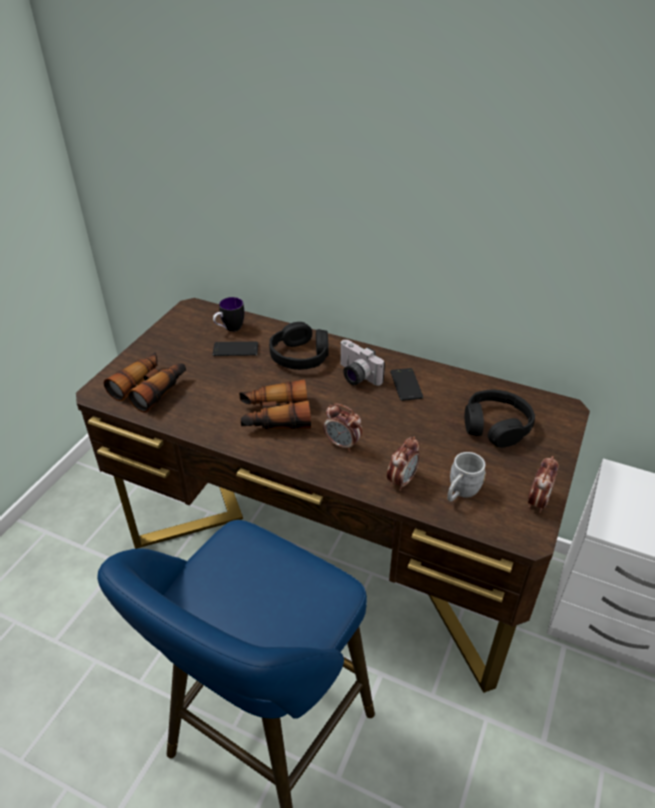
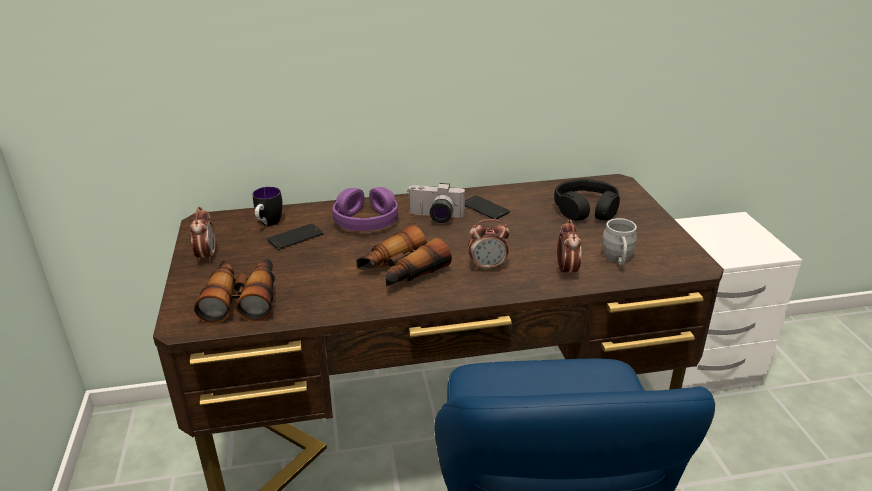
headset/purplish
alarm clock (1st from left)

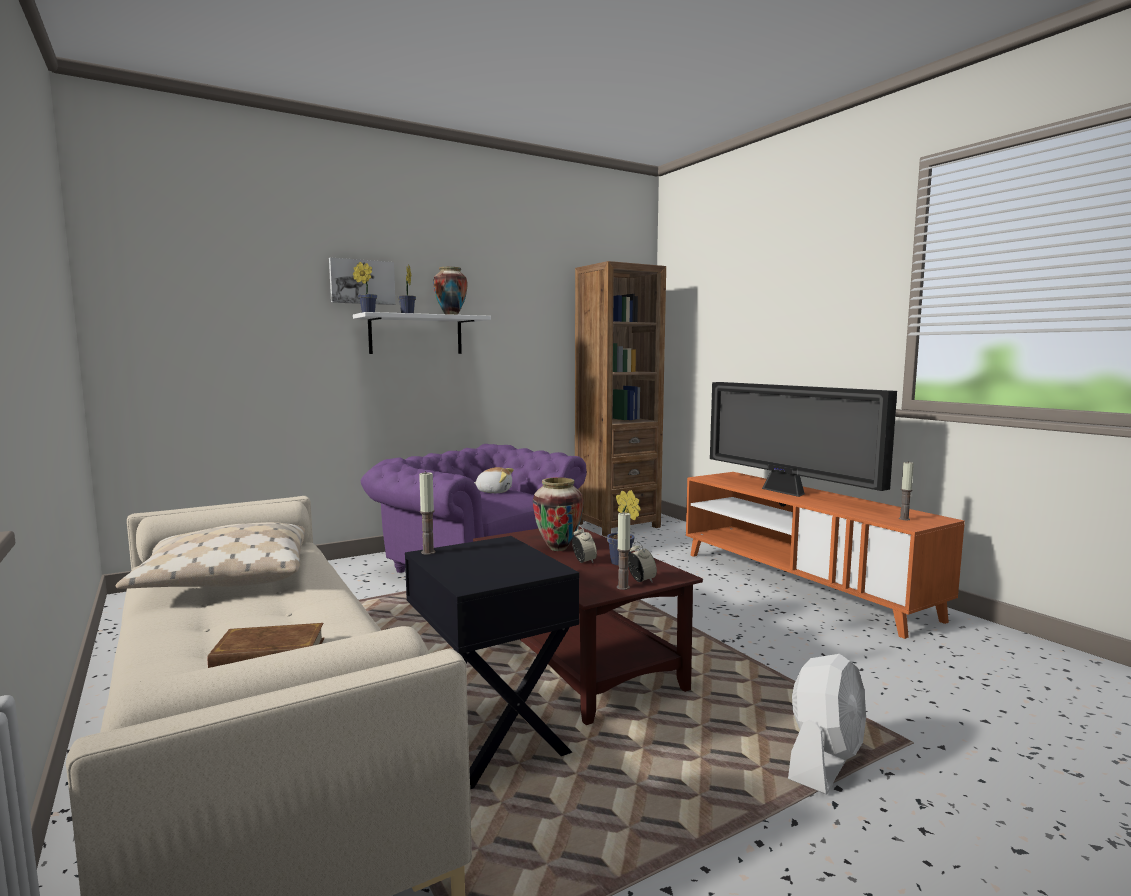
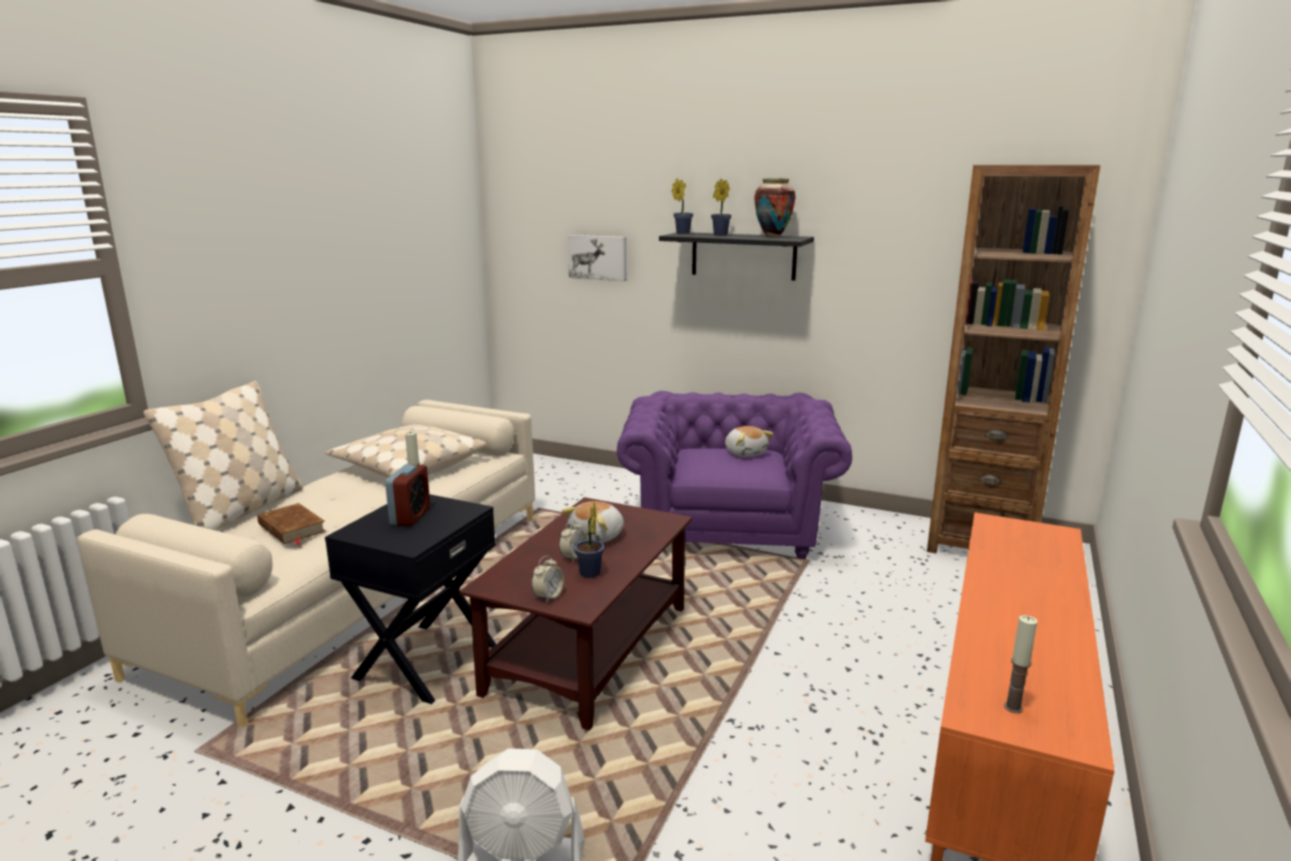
picture
shelf/black-coloured
television
plush toy (1st from left)
wax light (2nd from left in the first image)
cushion/beige (1st from left)
alarm clock (1st from left)

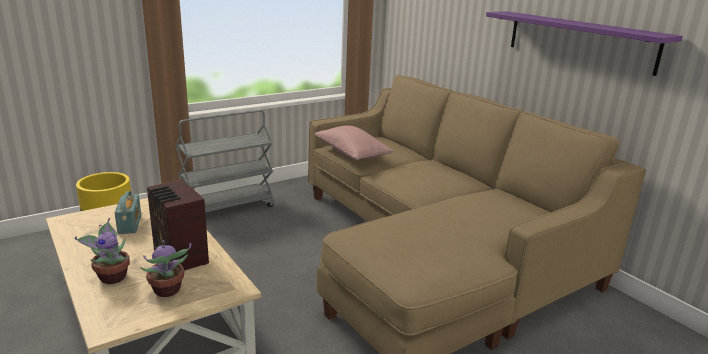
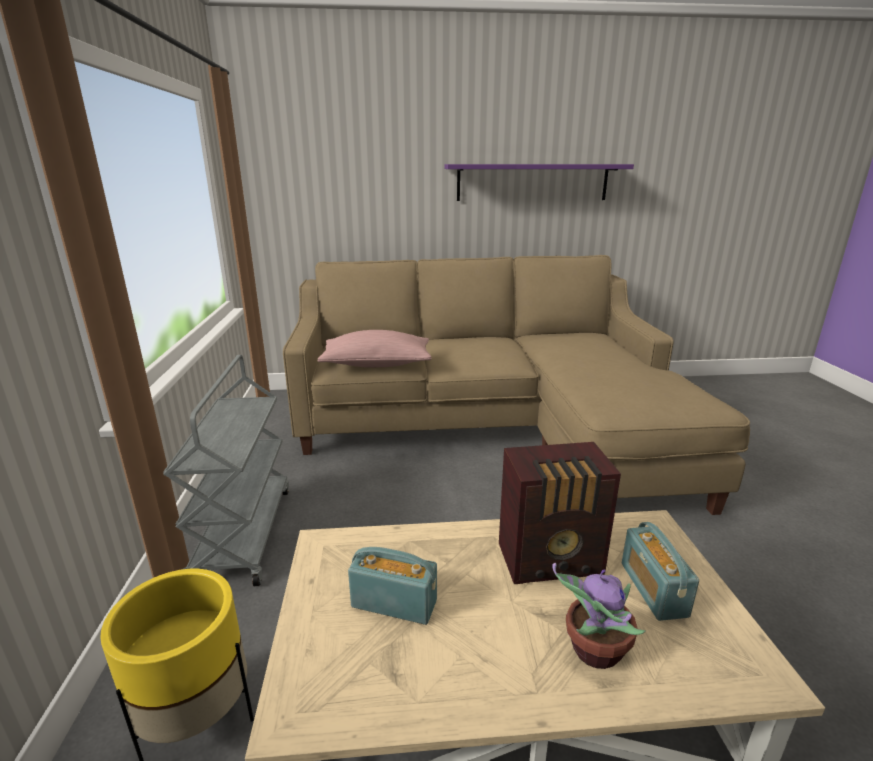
radio receiver (3rd from left)

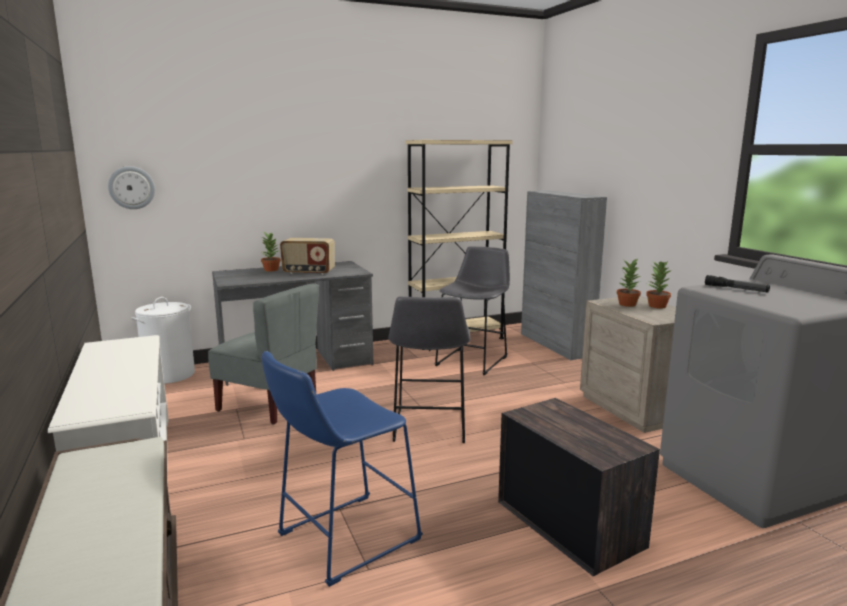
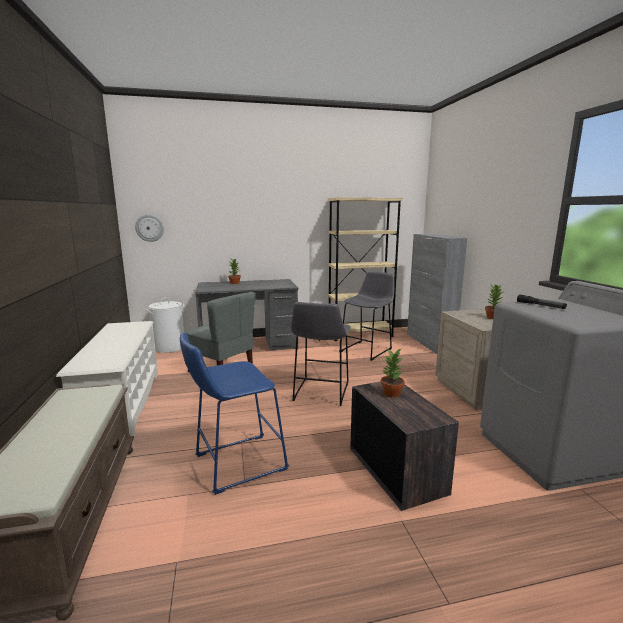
radio receiver
potted plant (2nd from left)

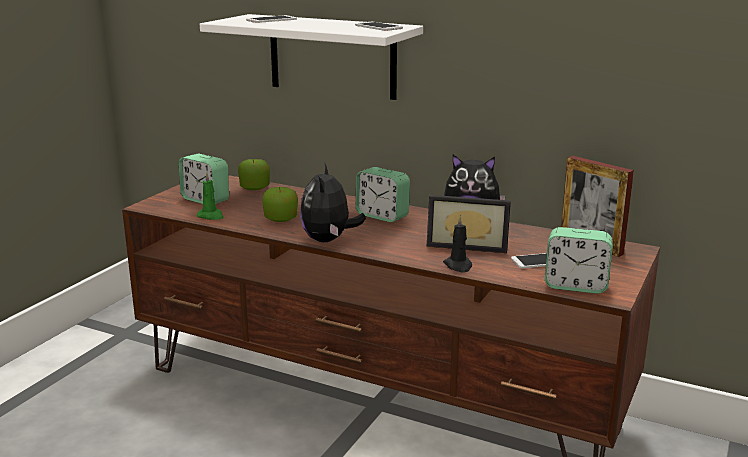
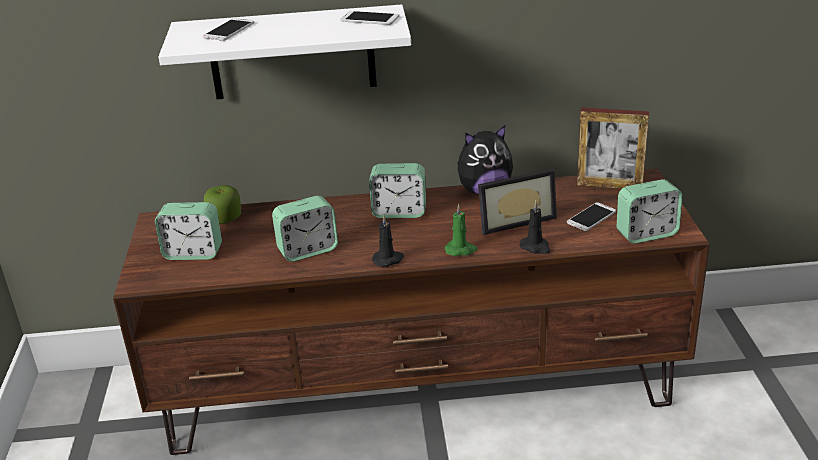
wax light/black-coloured (1st from left)
wax light/green-coloured
alarm clock (2nd from left)

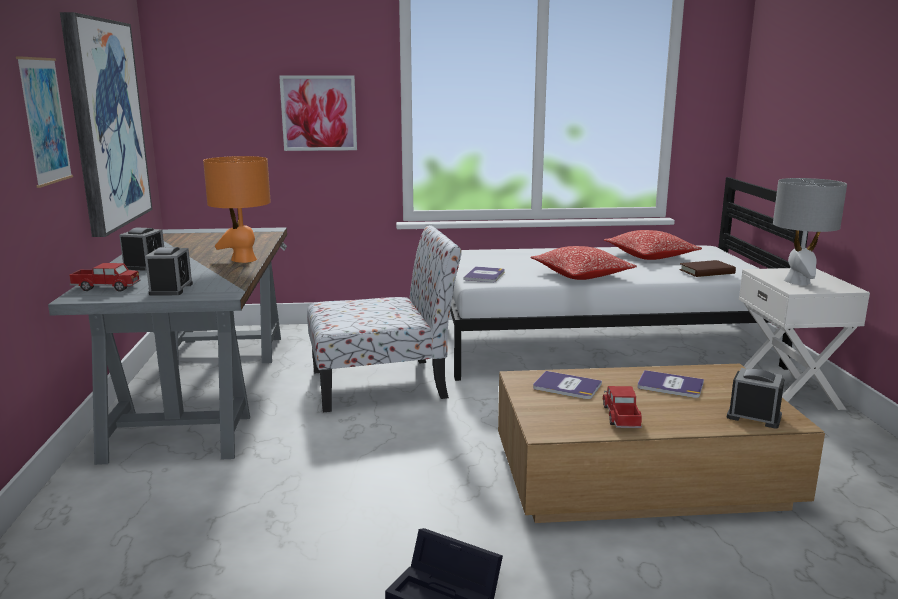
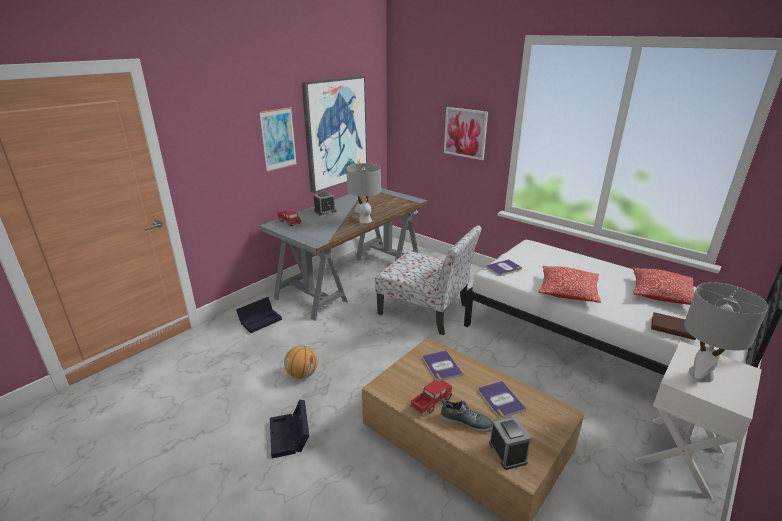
tabletop lamp/grey (1st from left)
alarm clock (2nd from left in the first image)
storage bin/black-coloured (1st from left)
basketball ball
item of footwear

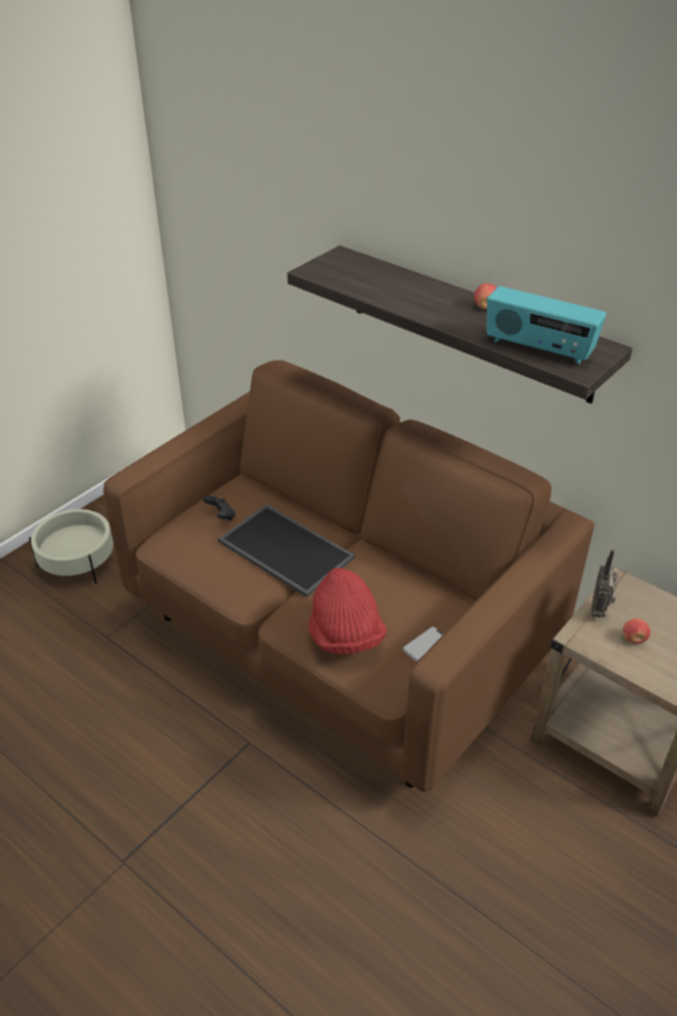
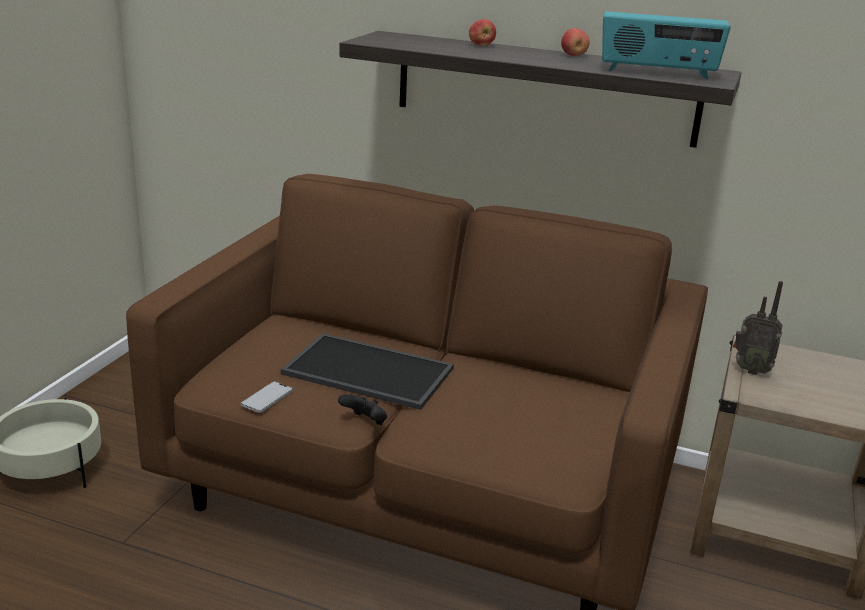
joypad/black-coloured
radio receiver (2nd from left)
hat/red-coloured
apple (1st from left)
phone

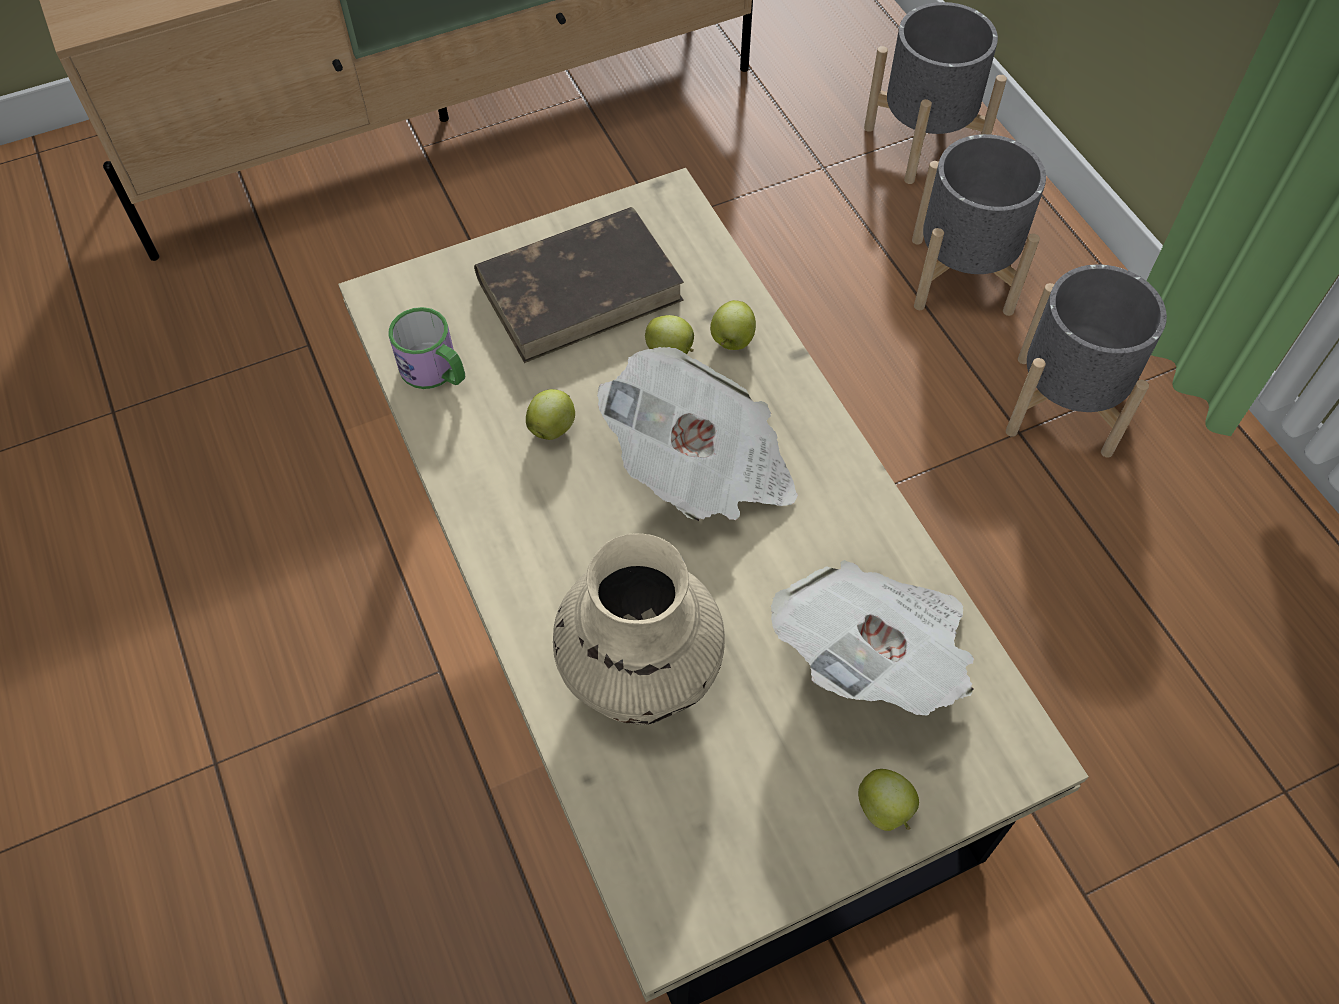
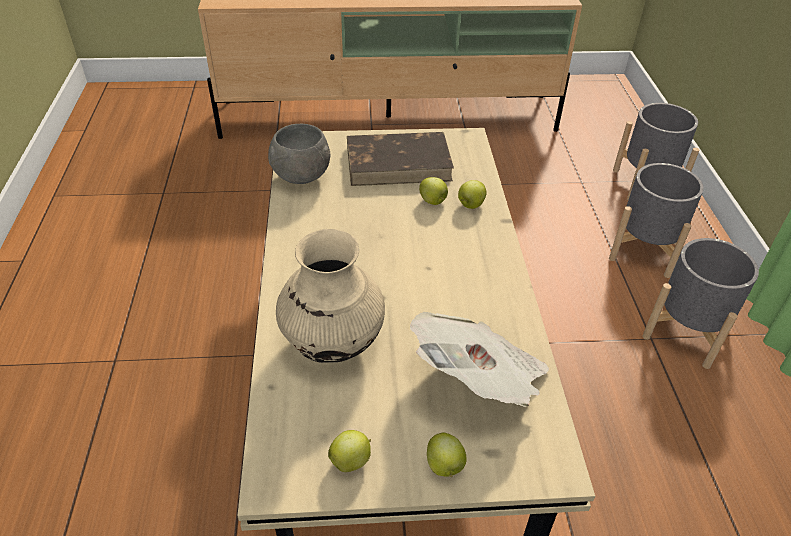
bowl/grey
daily paper (1st from left in the first image)
apple (1st from left)

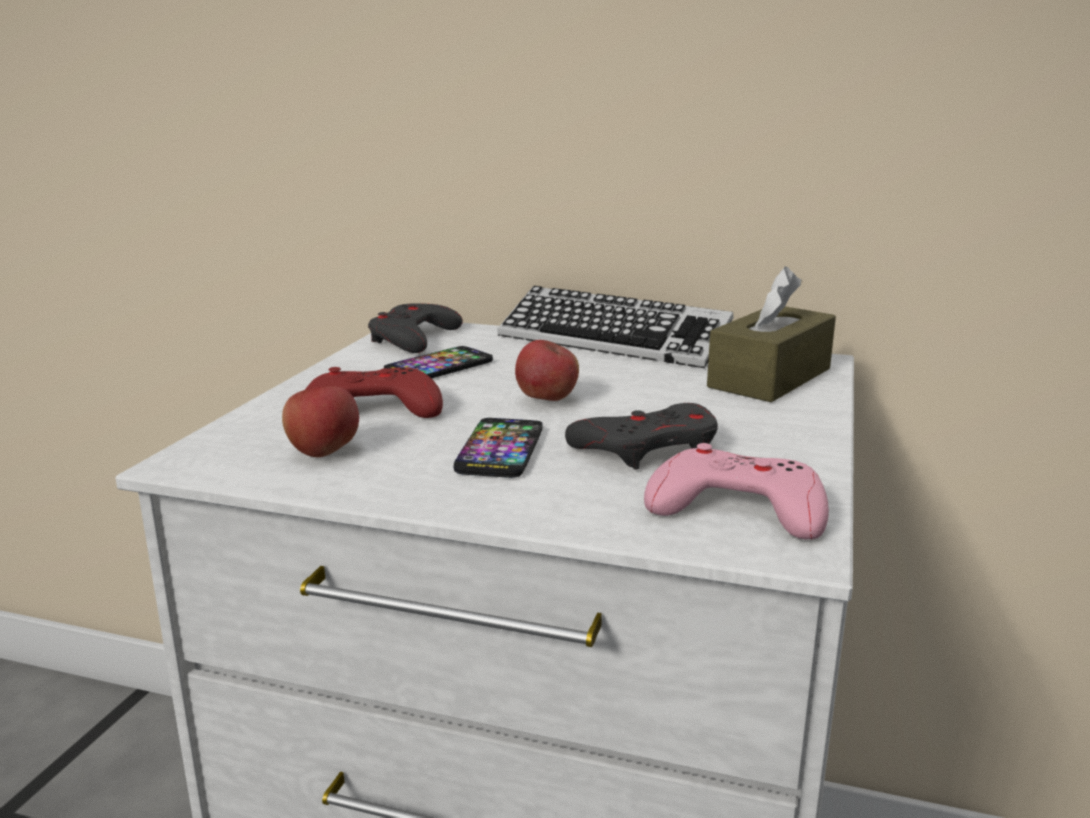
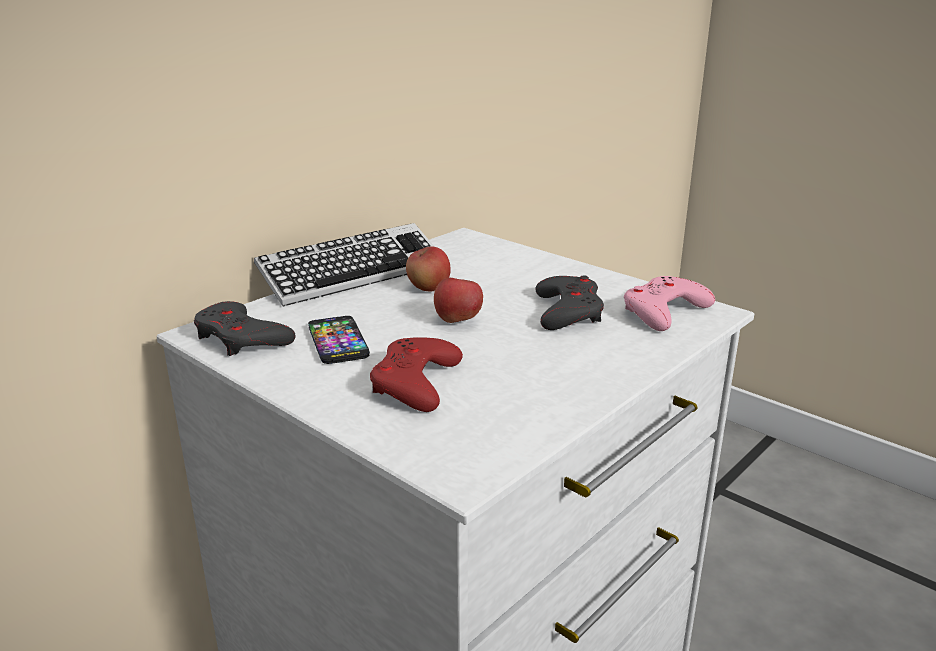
box of tissues/brown-coloured
apple (1st from left)
phone (2nd from left in the first image)

